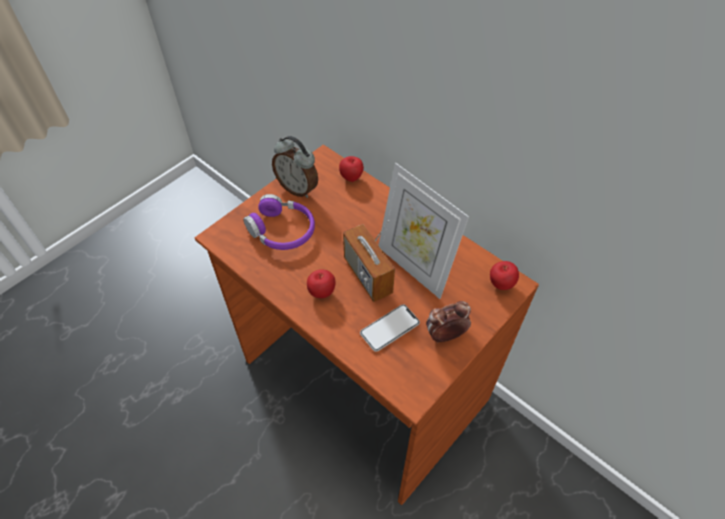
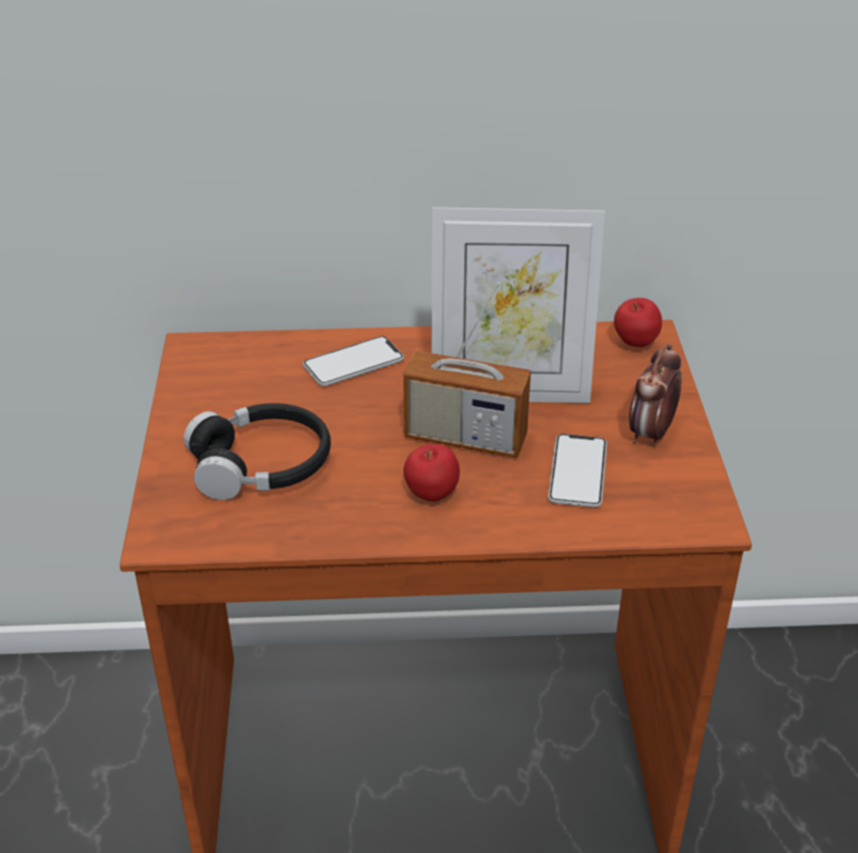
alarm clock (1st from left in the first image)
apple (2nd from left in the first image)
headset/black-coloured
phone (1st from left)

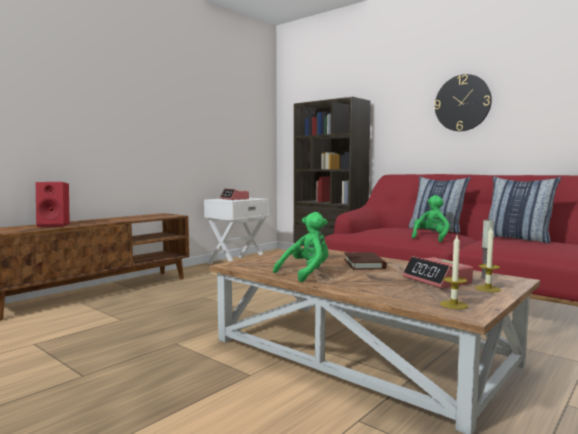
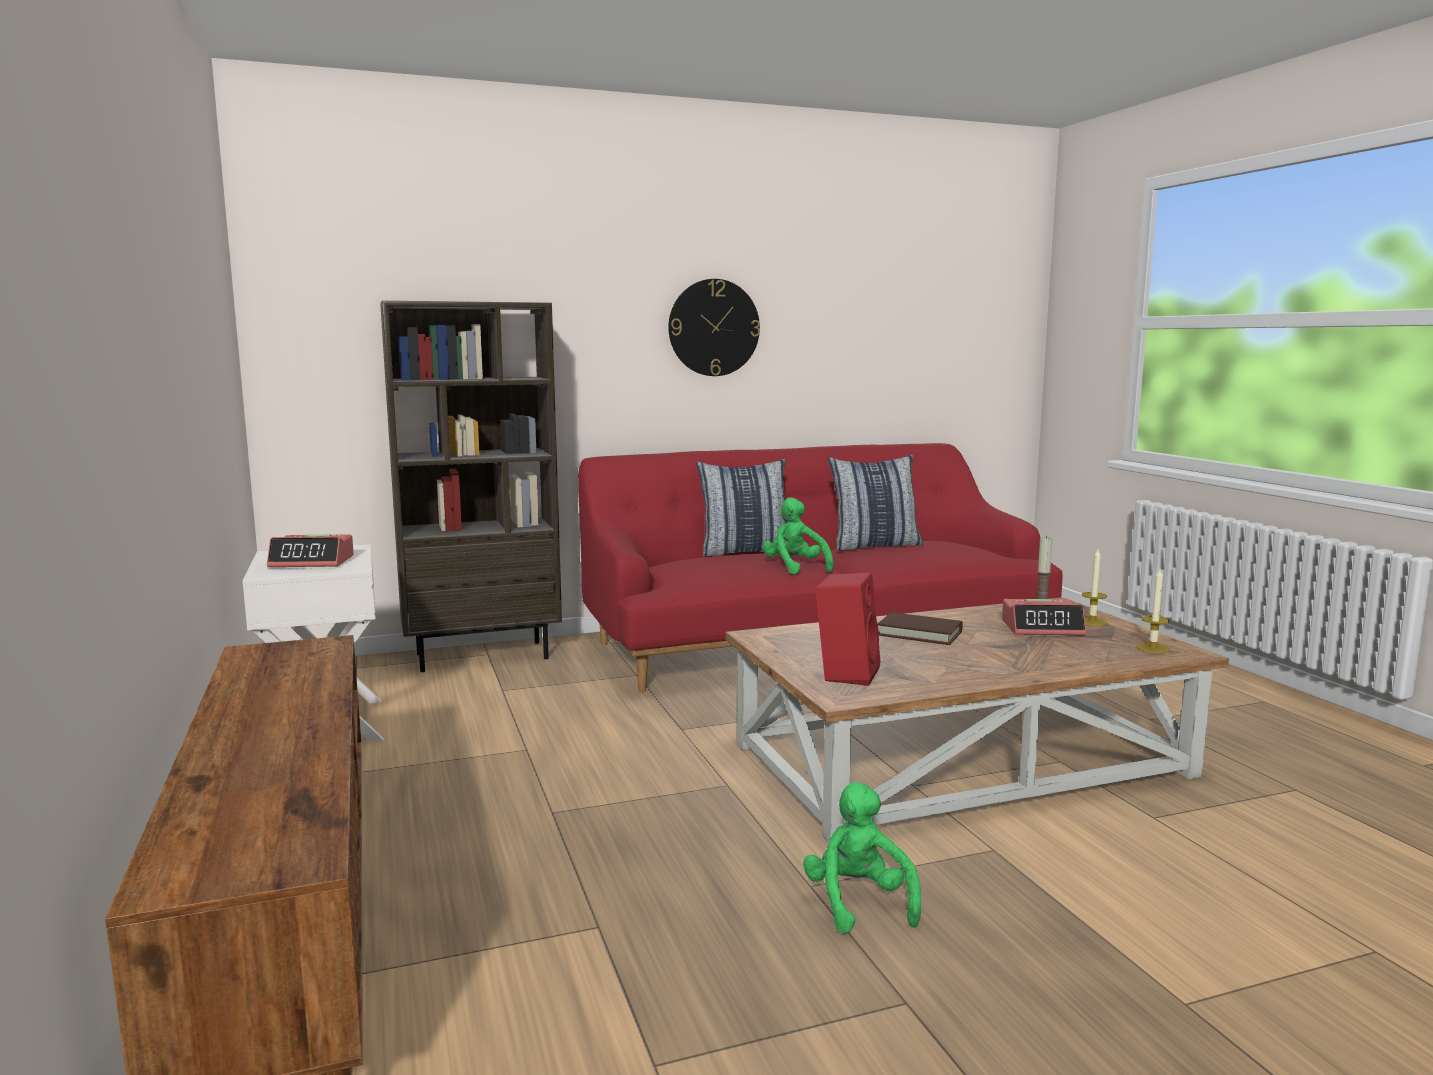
speaker/red-coloured
plush toy/green-coloured (2nd from left)

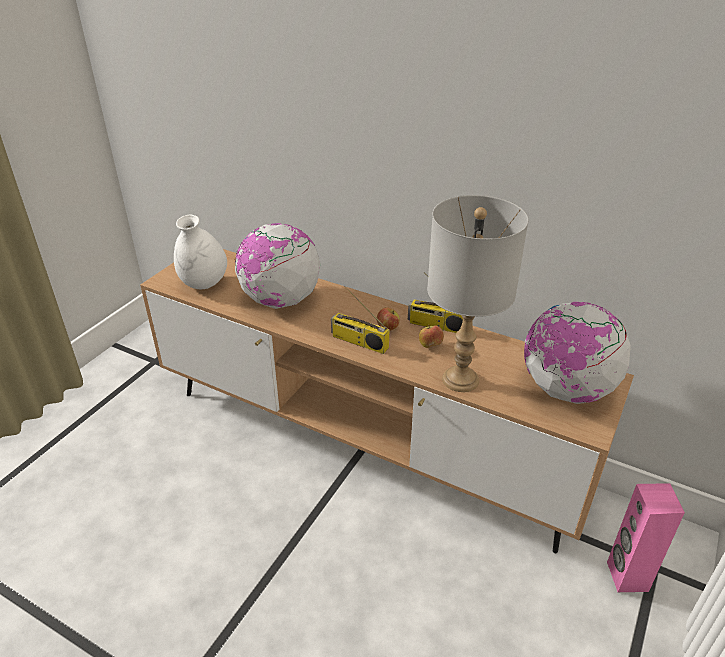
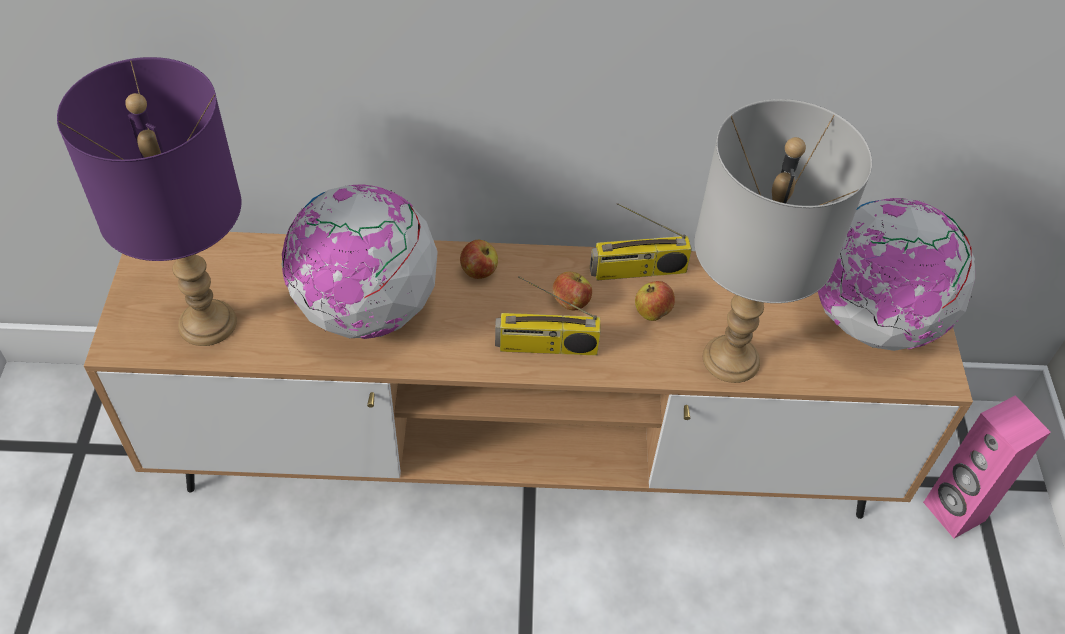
tabletop lamp/purplish
apple (1st from left)

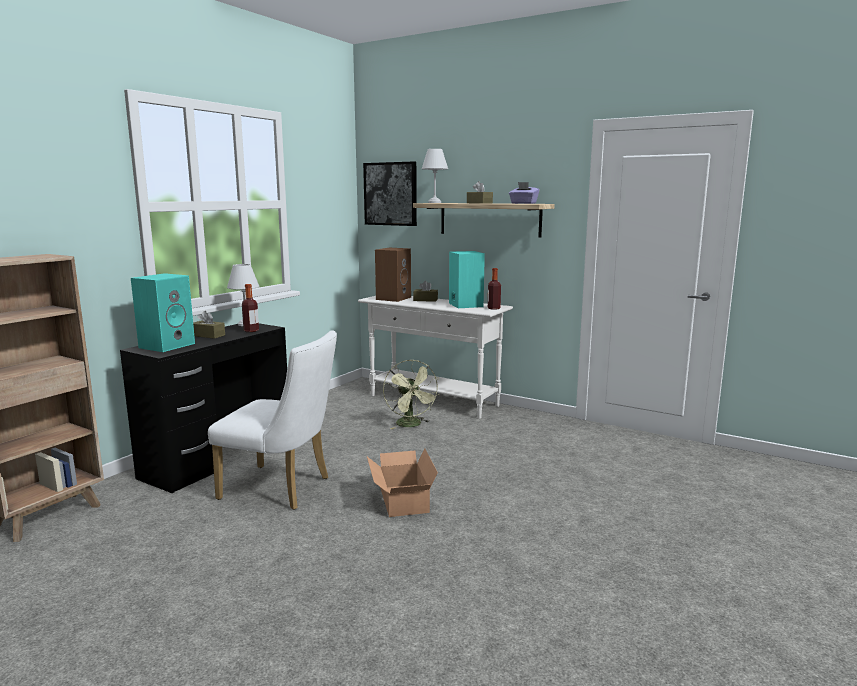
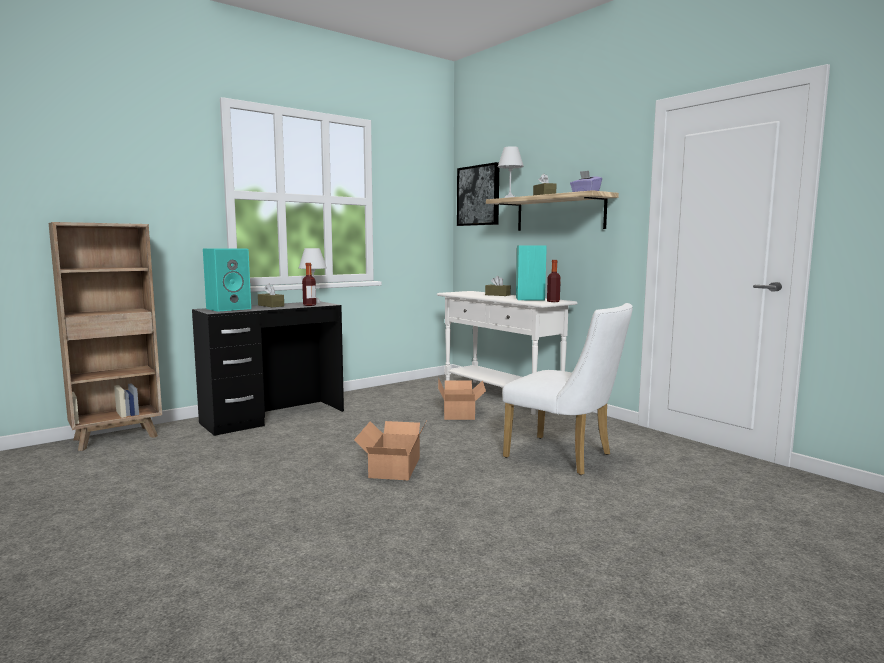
speaker/brown-coloured
chair/whitish
carton (2nd from left)

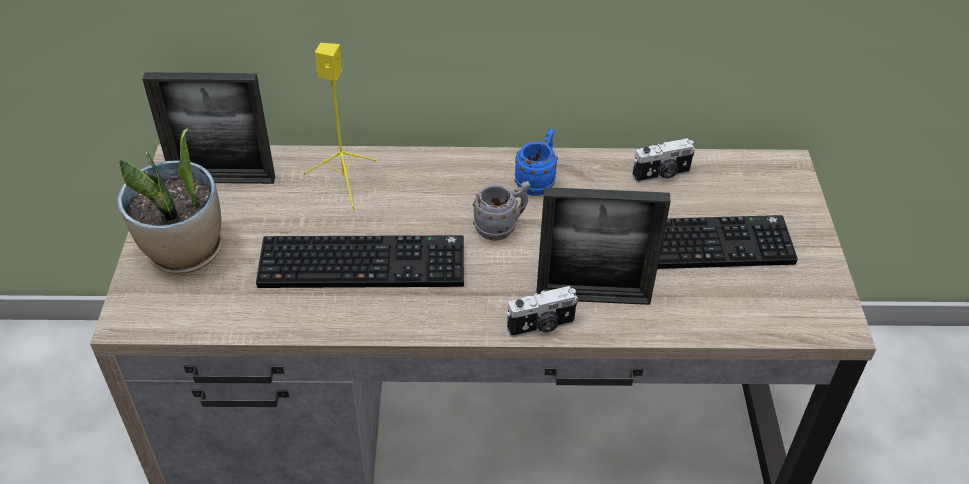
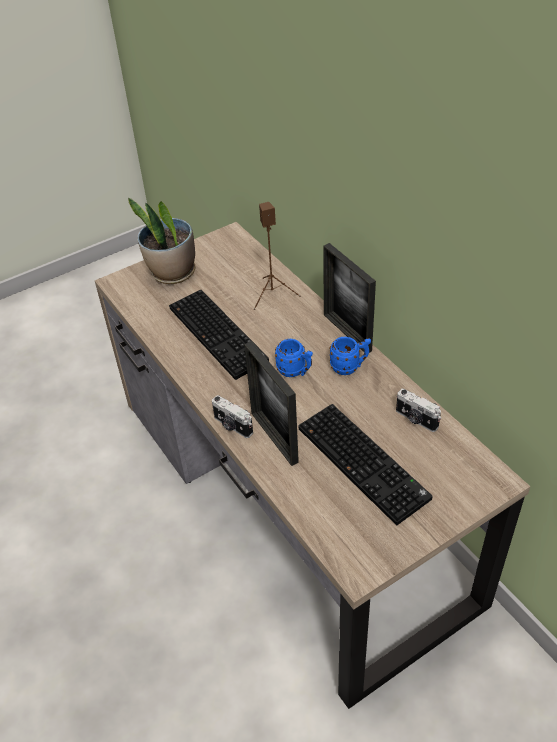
speaker/brown-coloured
standing frame (2nd from left)
coffee mug/blue-coloured (1st from left)

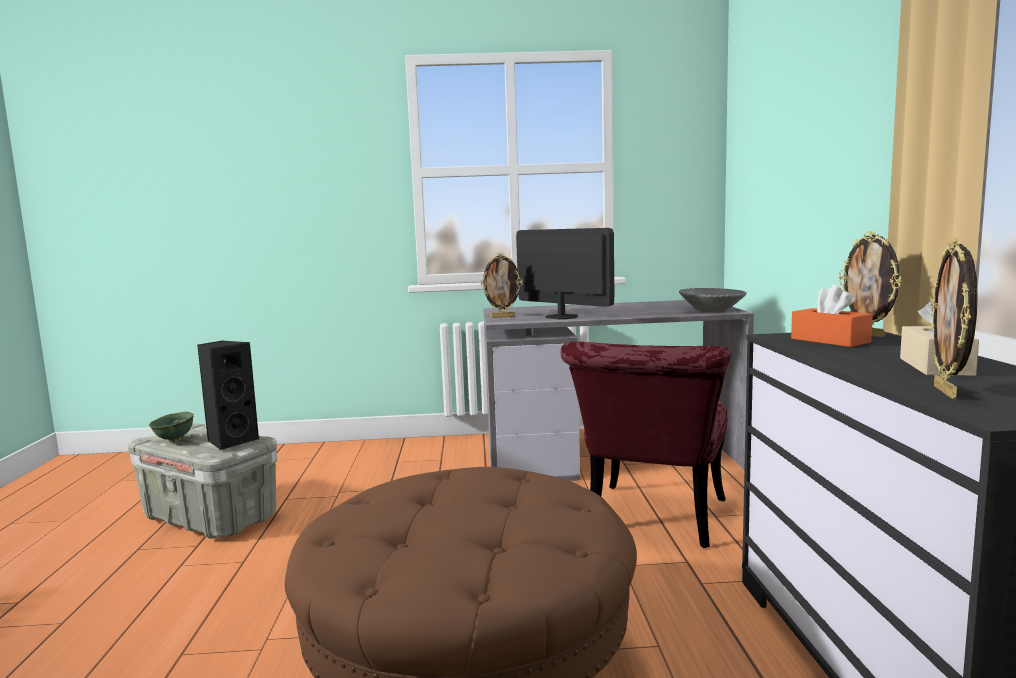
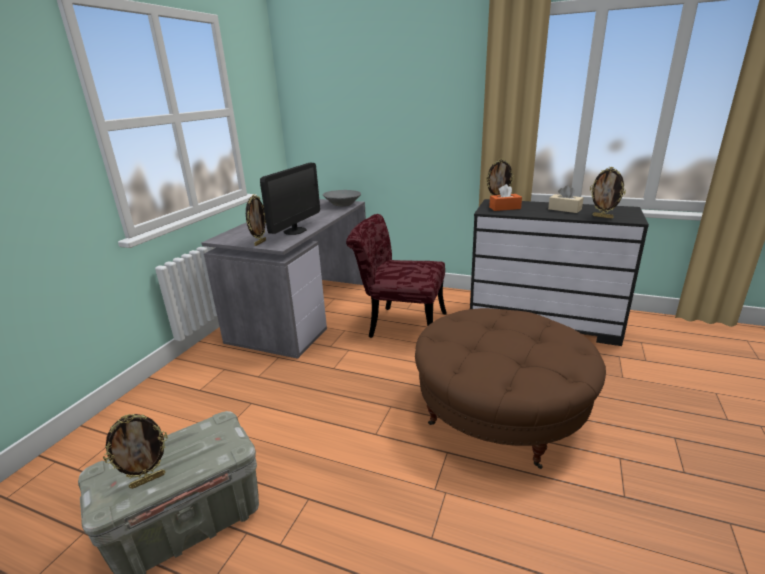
monitor
speaker/black-coloured
chair/red-coloured
standing frame (1st from left)

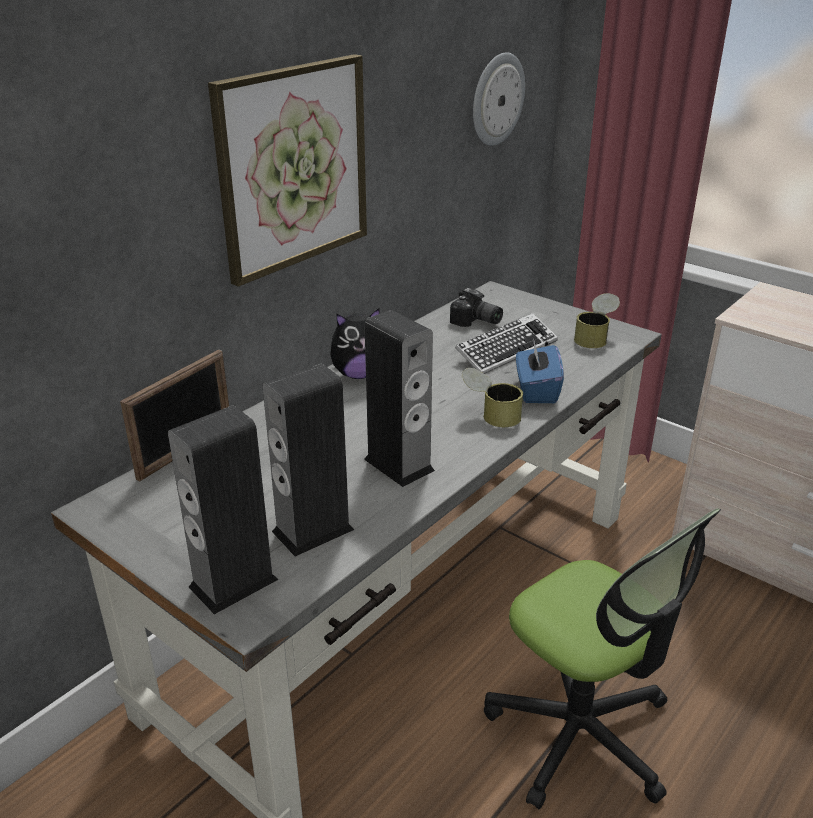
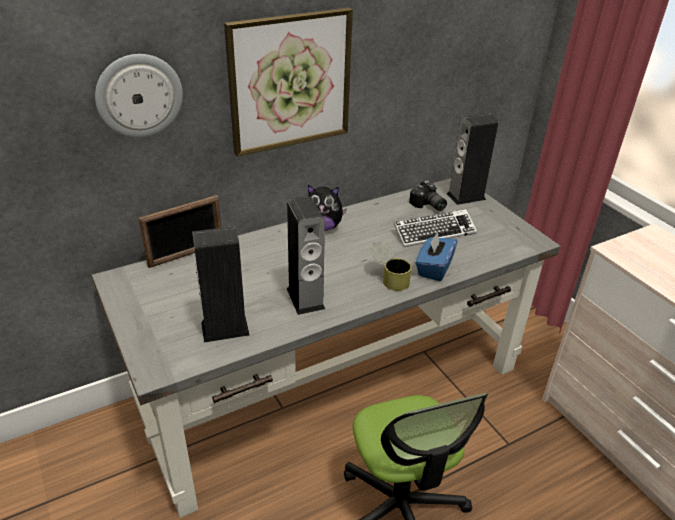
wall clock
sealed can (2nd from left in the first image)
speaker (3rd from left)

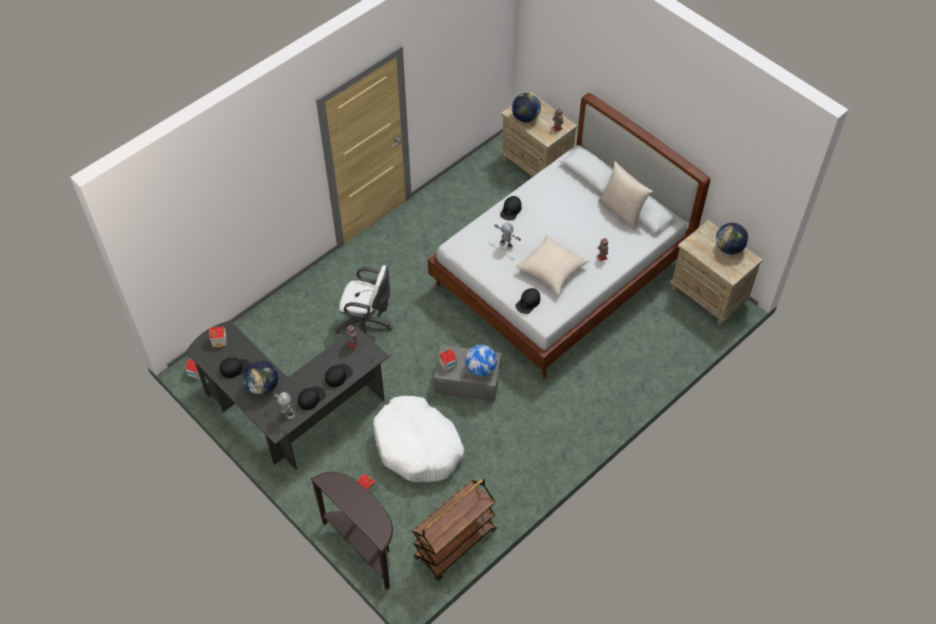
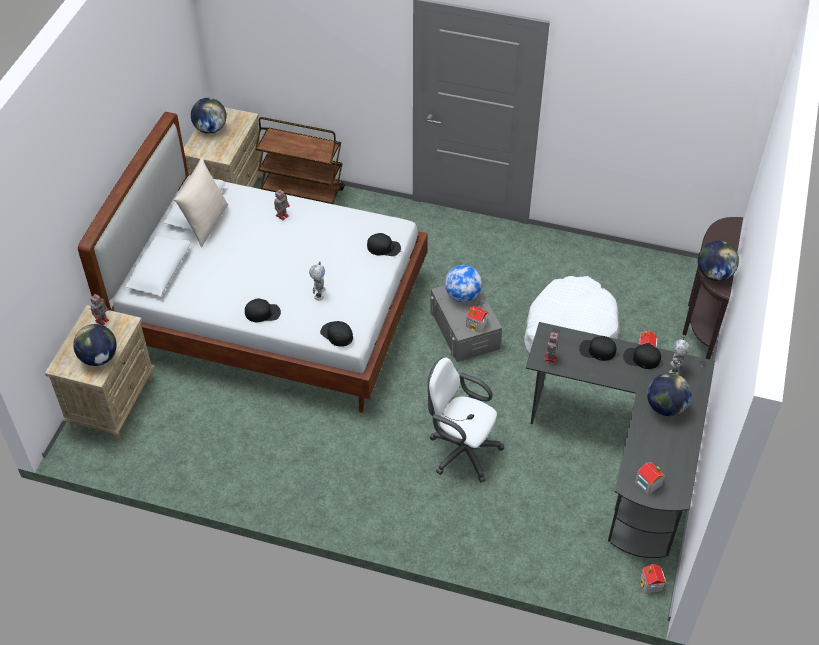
cushion/beige (1st from left in the first image)
office chair/whitish
cap/black-coloured (2nd from left)
cart/brown-coloured
world globe (5th from left)

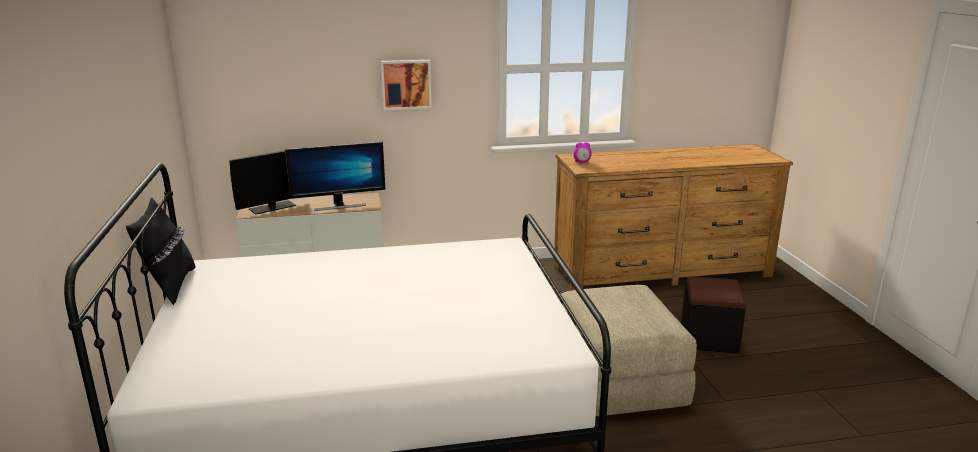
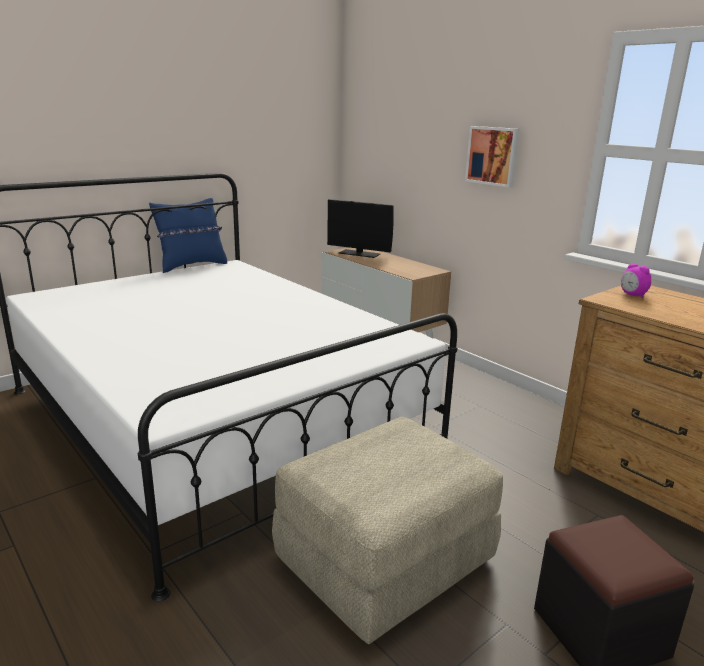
monitor (2nd from left in the first image)
cushion/blue-coloured

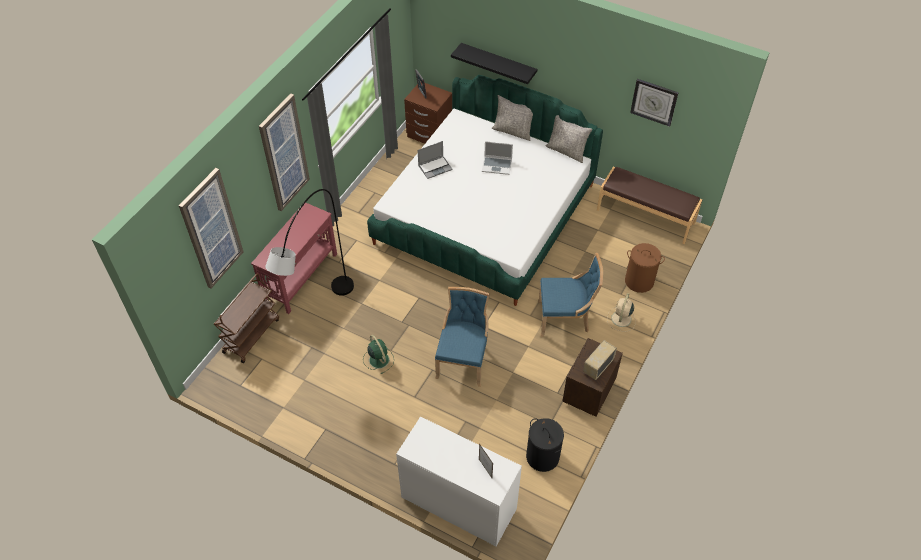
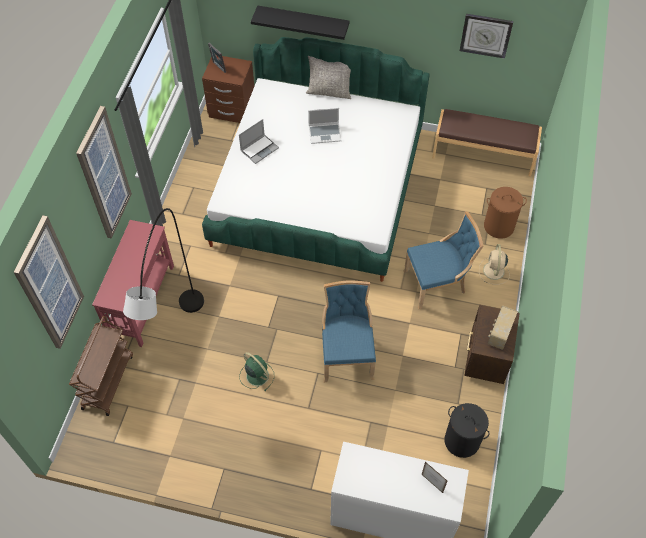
cushion/grey (2nd from left in the first image)

